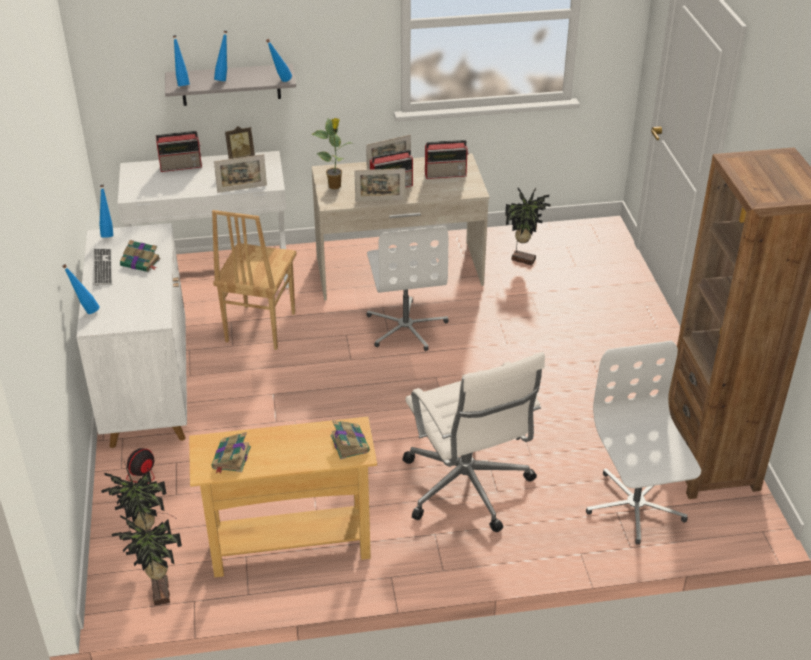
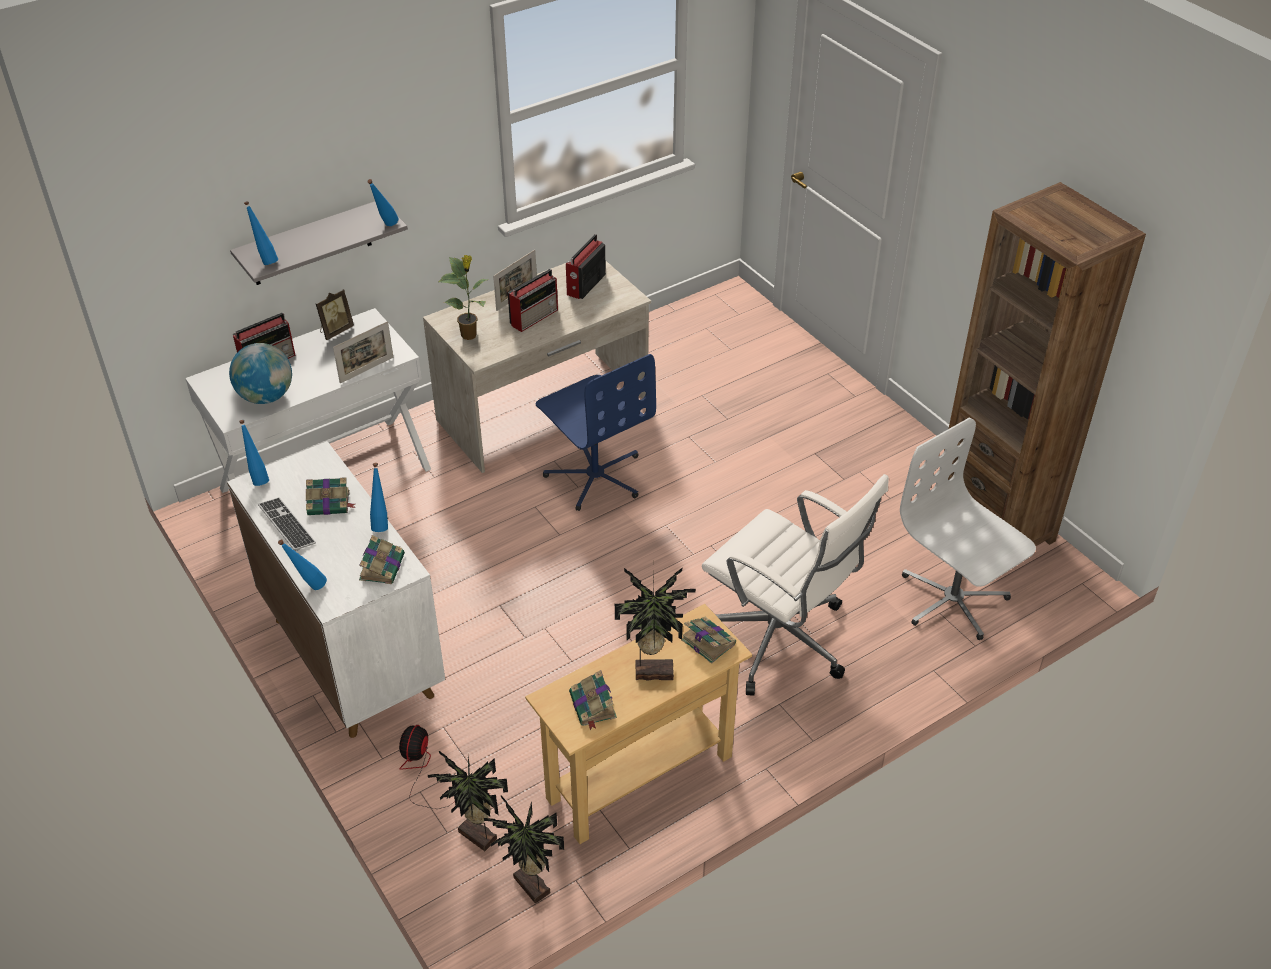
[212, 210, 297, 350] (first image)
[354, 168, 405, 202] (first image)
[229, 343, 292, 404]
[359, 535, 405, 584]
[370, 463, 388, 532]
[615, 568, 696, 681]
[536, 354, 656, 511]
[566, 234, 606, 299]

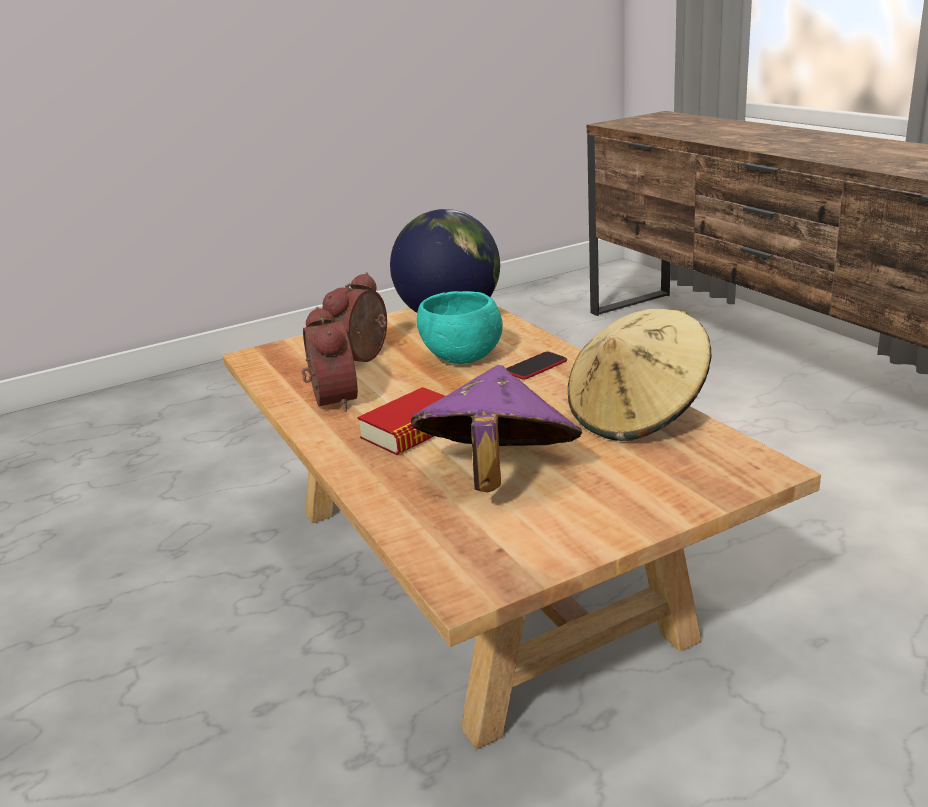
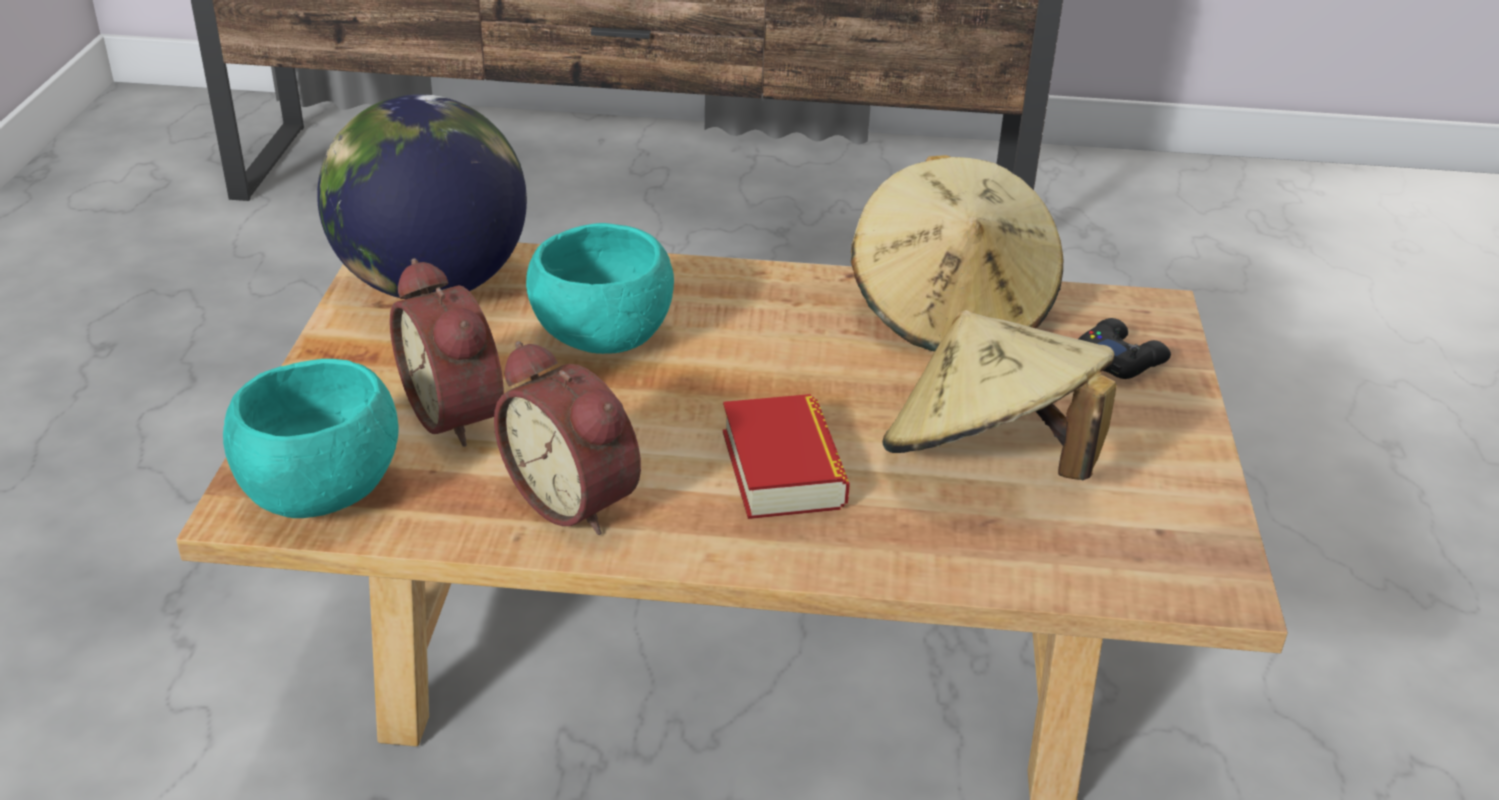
[506, 351, 567, 380] (first image)
[223, 359, 399, 518]
[1079, 318, 1171, 379]
[882, 310, 1117, 481]
[494, 341, 641, 535]

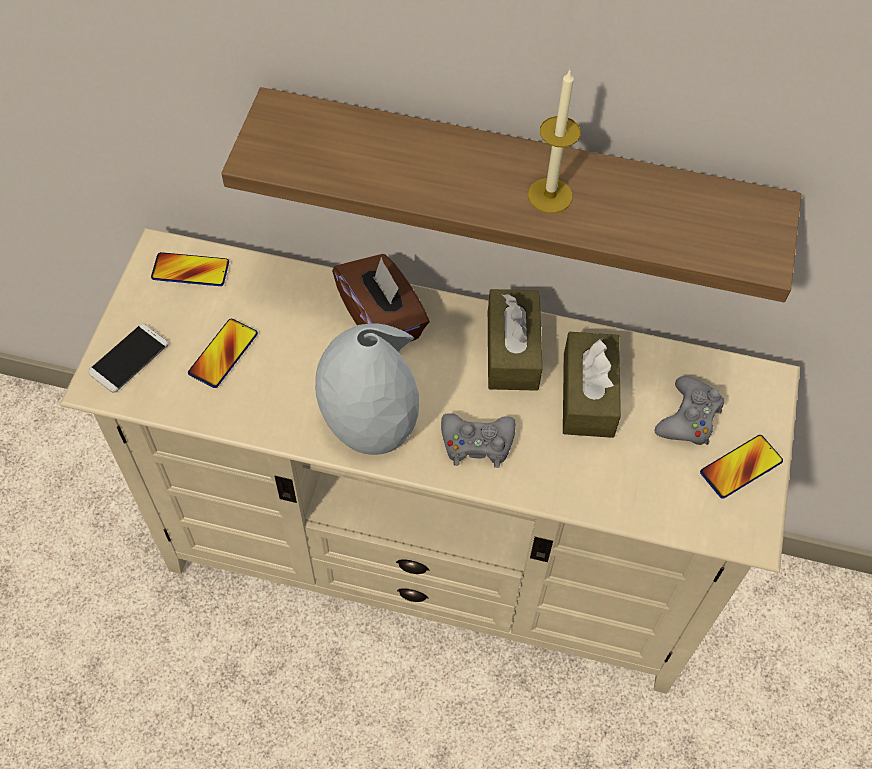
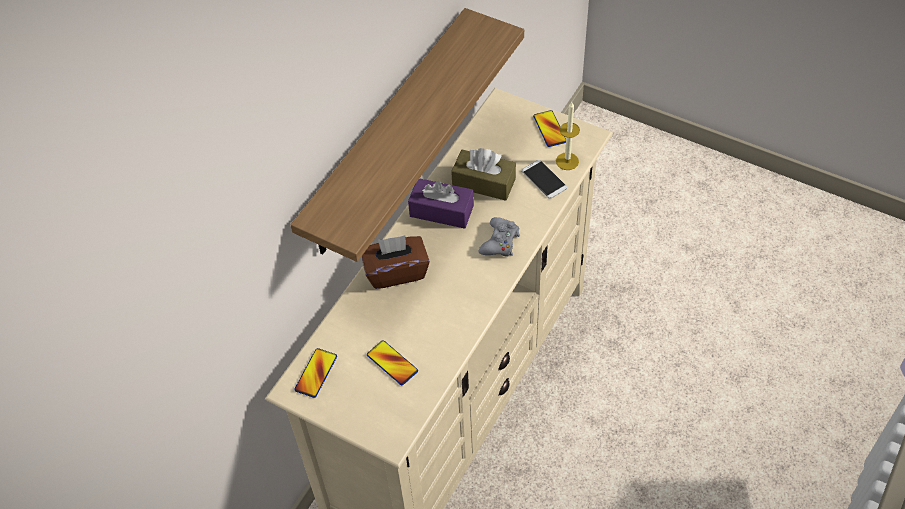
[315, 323, 419, 455] (first image)
[654, 376, 724, 445] (first image)
[522, 160, 567, 199]
[556, 102, 580, 170]
[408, 178, 474, 229]

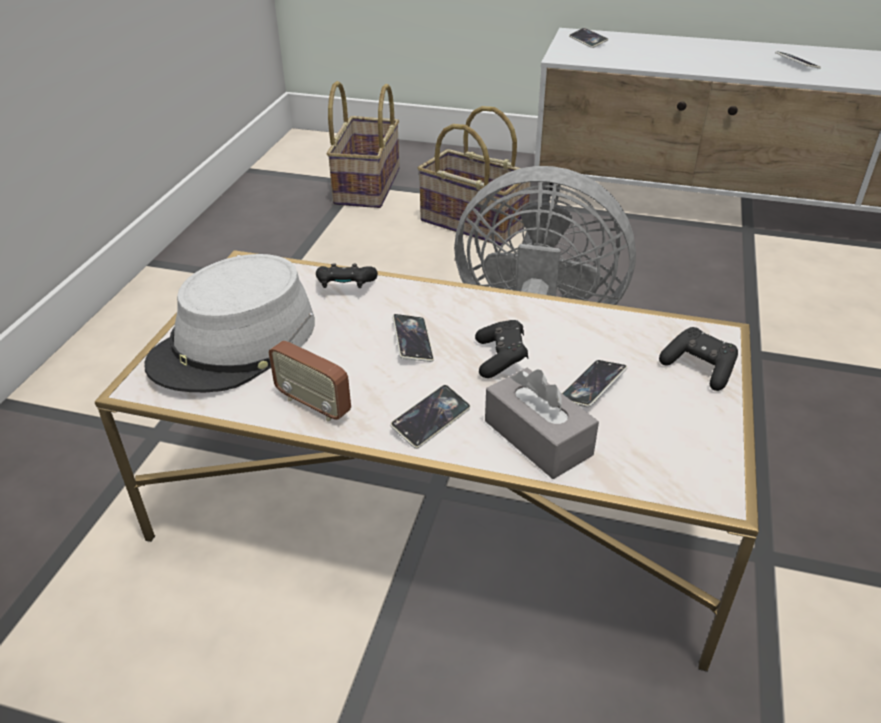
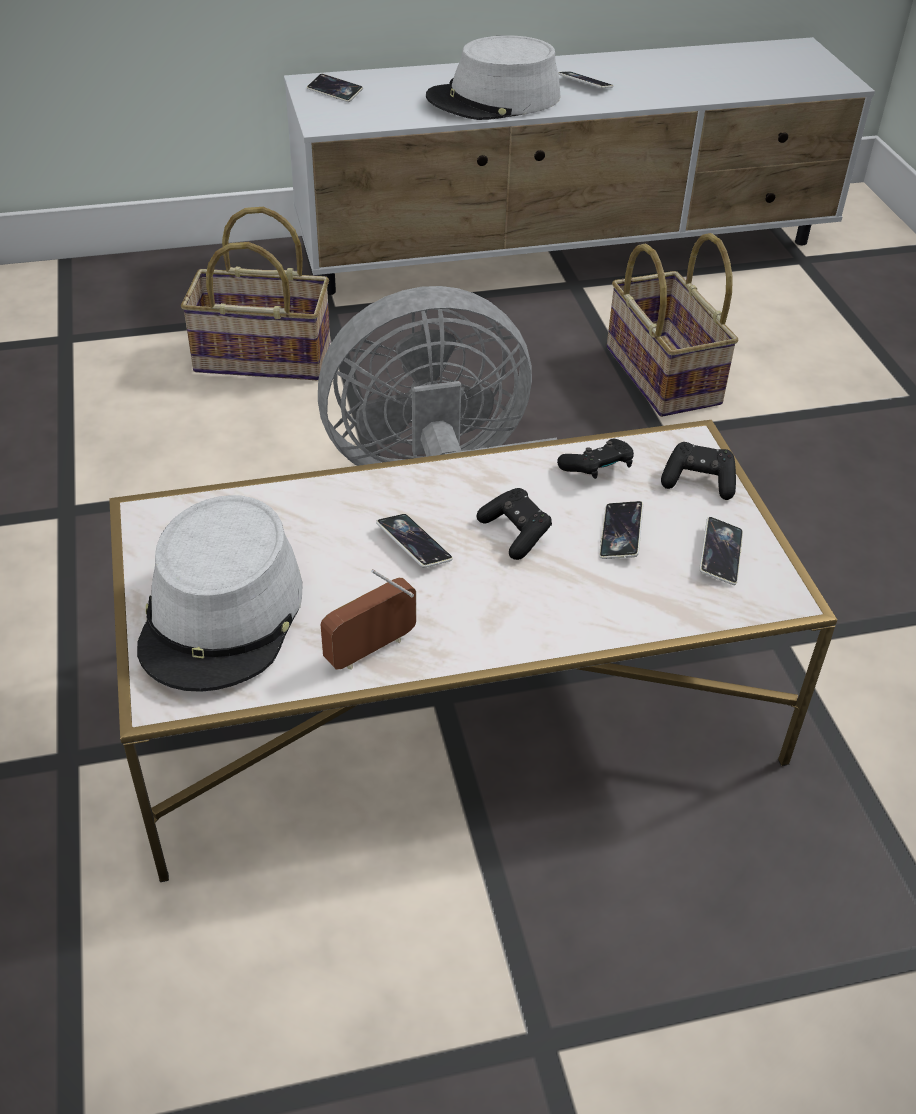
[485, 368, 599, 479] (first image)
[426, 35, 561, 120]
[557, 439, 634, 479]
[607, 233, 738, 417]
[699, 517, 743, 585]
[320, 569, 416, 670]

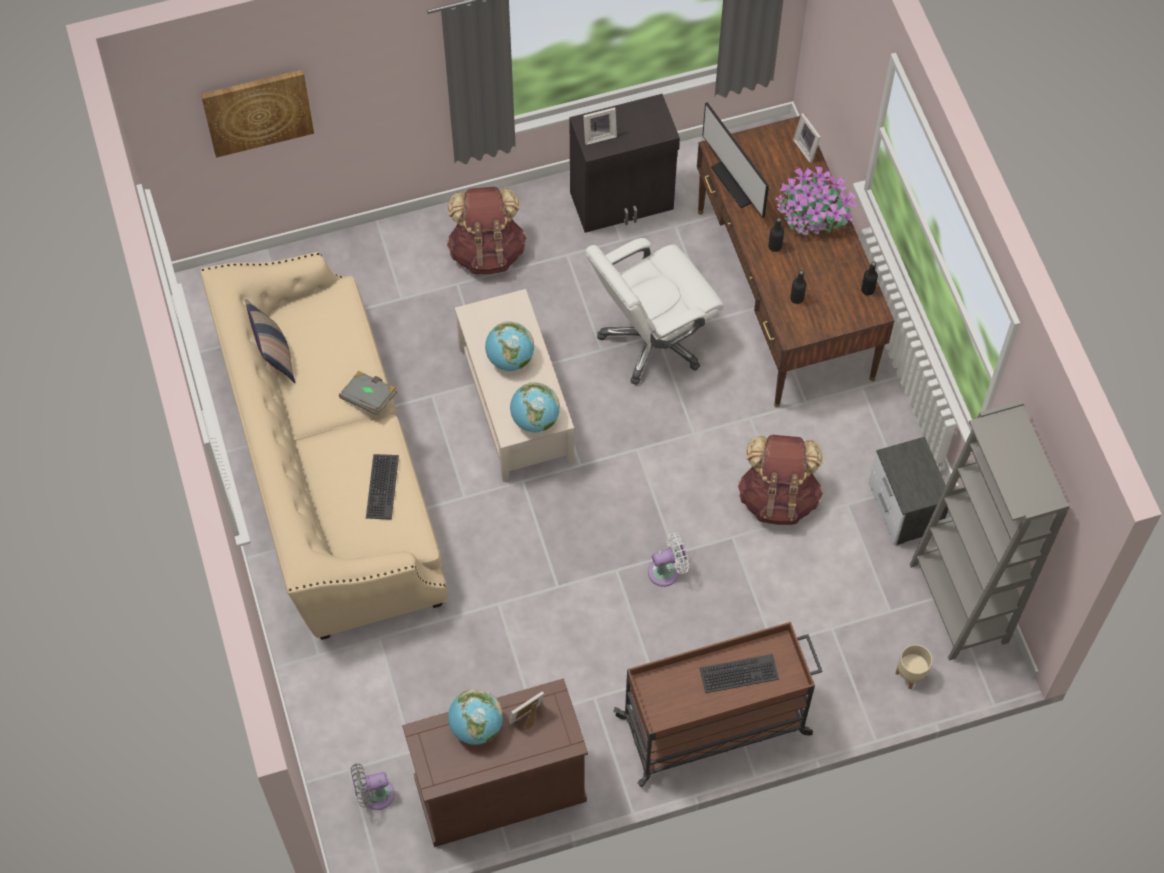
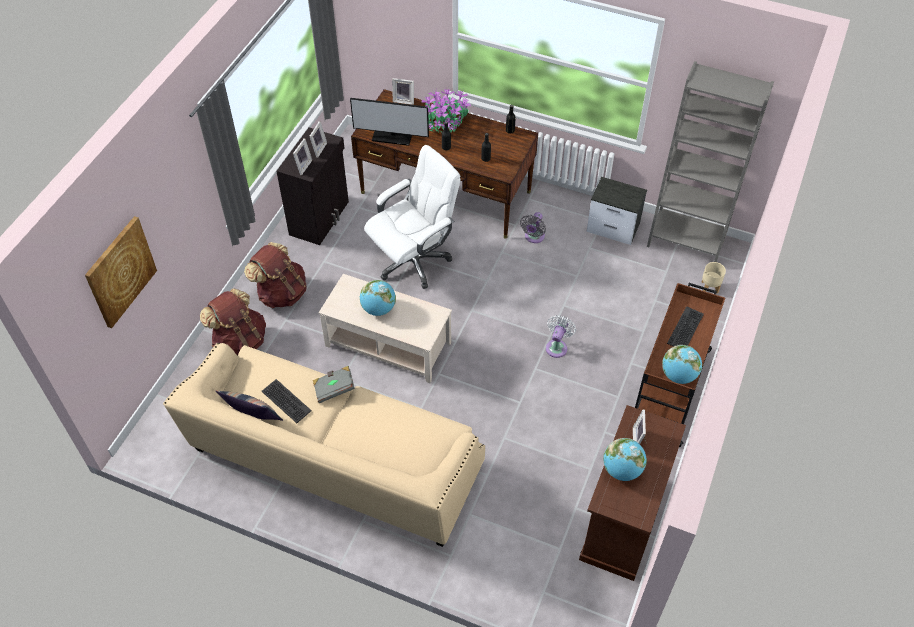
[310, 121, 327, 158]
[520, 212, 546, 243]
[262, 379, 312, 423]
[662, 345, 702, 384]
[200, 288, 266, 355]
[364, 145, 461, 289]

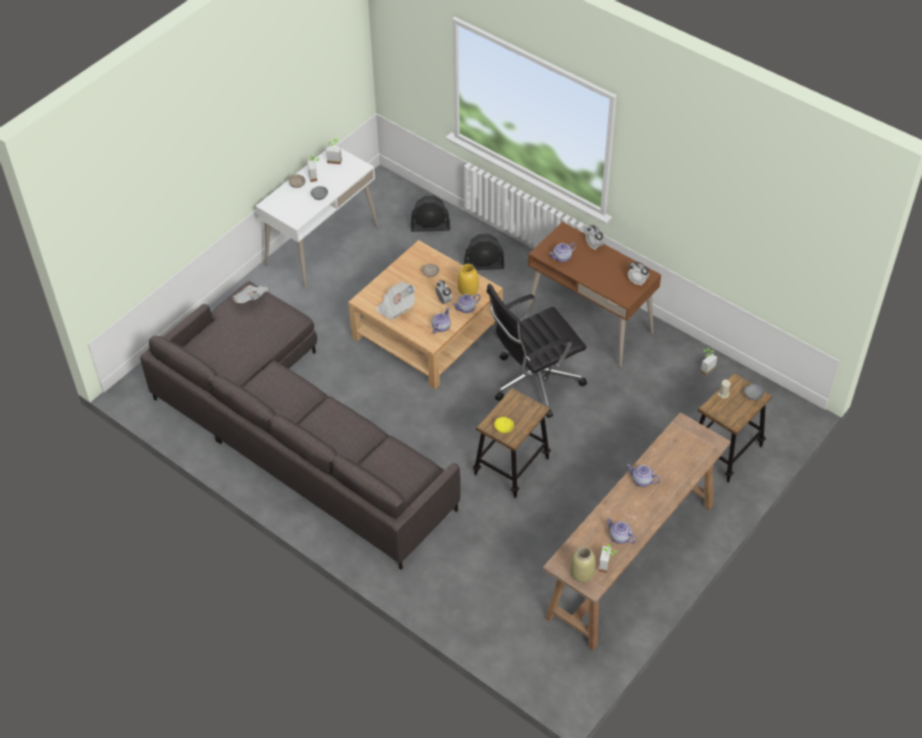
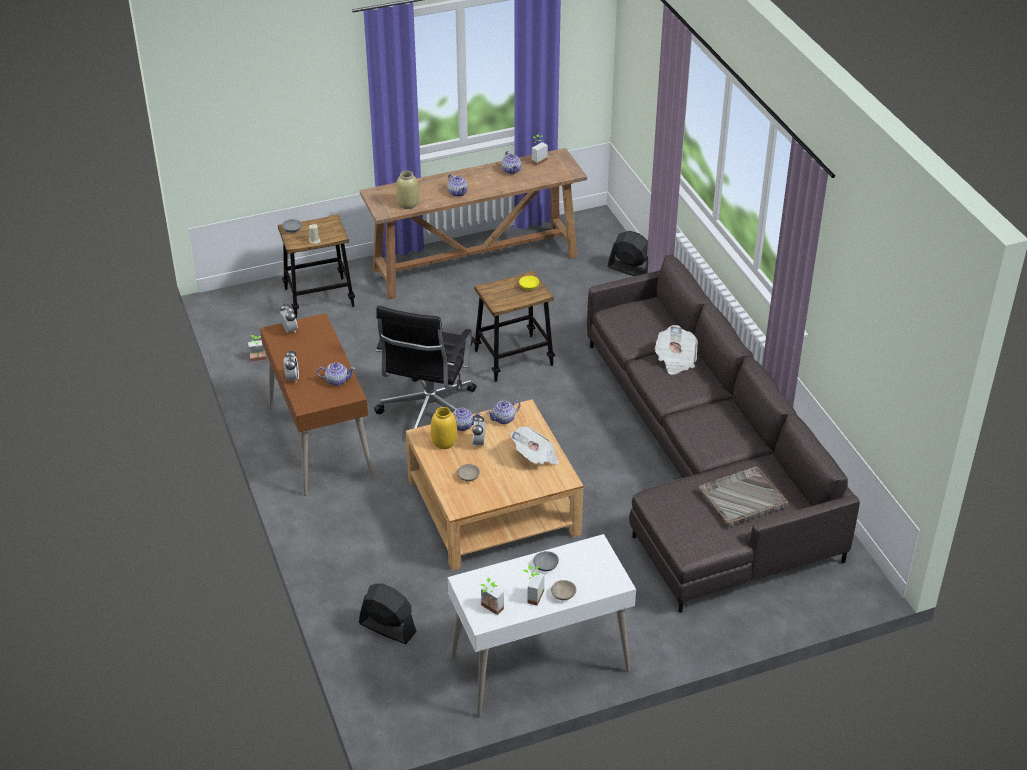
[698, 466, 788, 527]
[654, 325, 698, 375]
[607, 231, 648, 276]
[396, 171, 419, 209]
[374, 306, 477, 428]

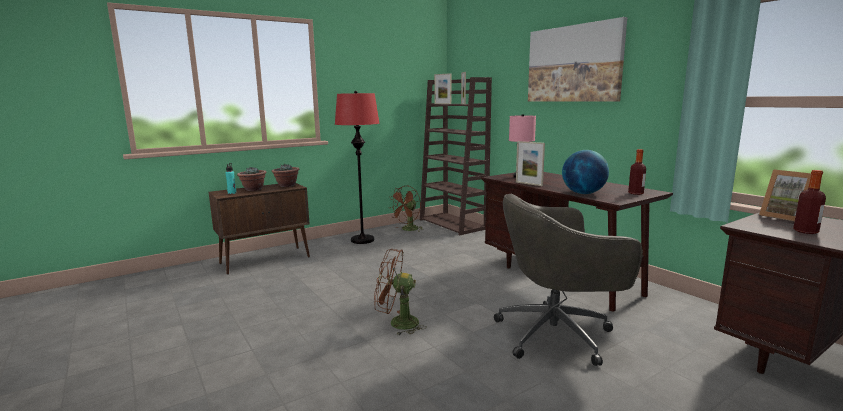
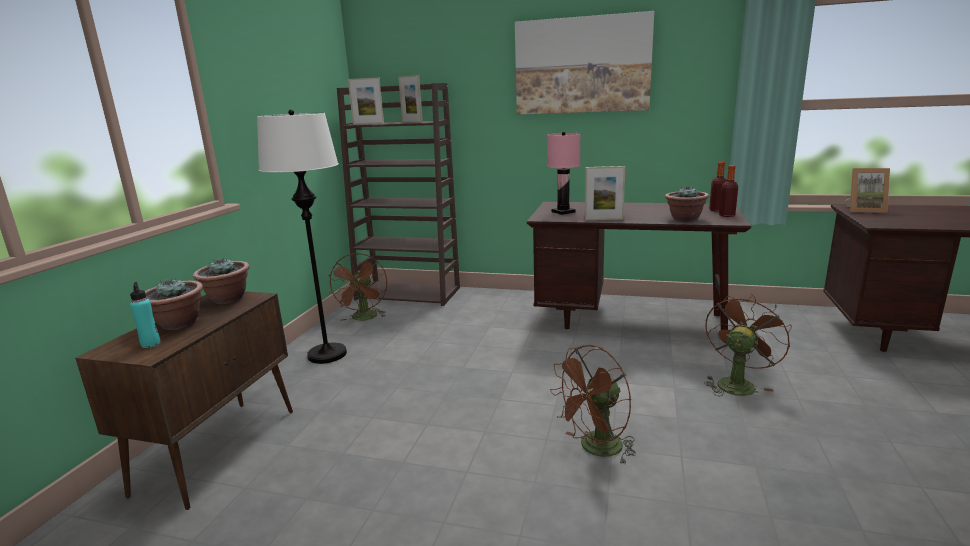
[719, 165, 738, 217]
[704, 294, 792, 396]
[665, 187, 709, 222]
[257, 110, 347, 364]

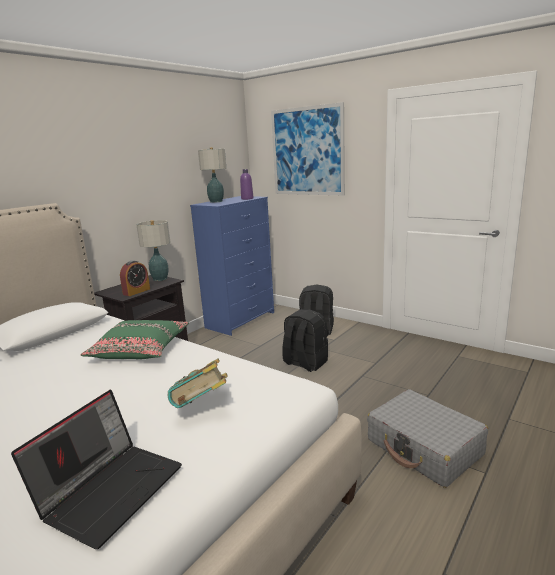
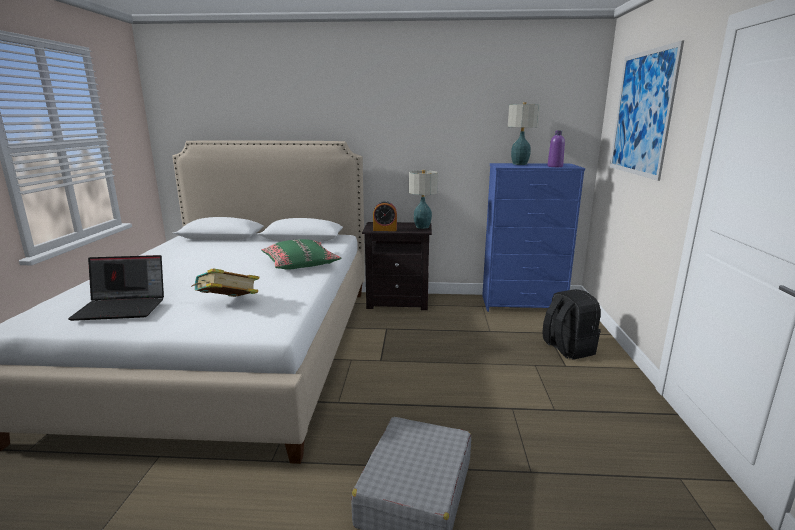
[282, 309, 328, 372] (first image)

